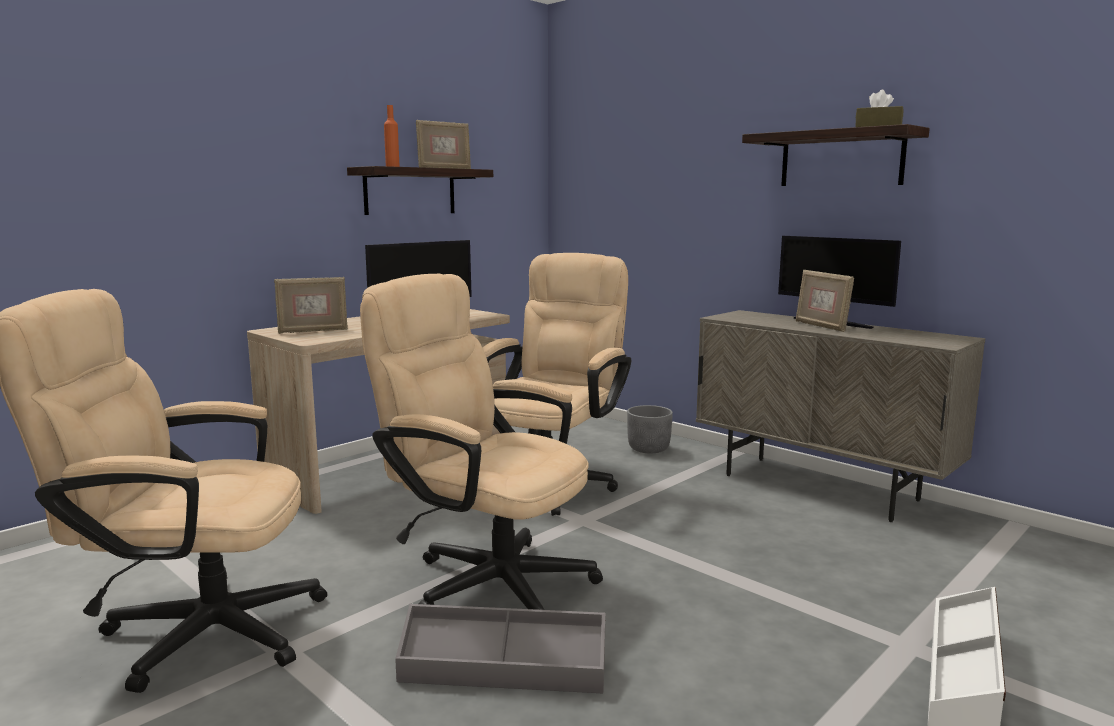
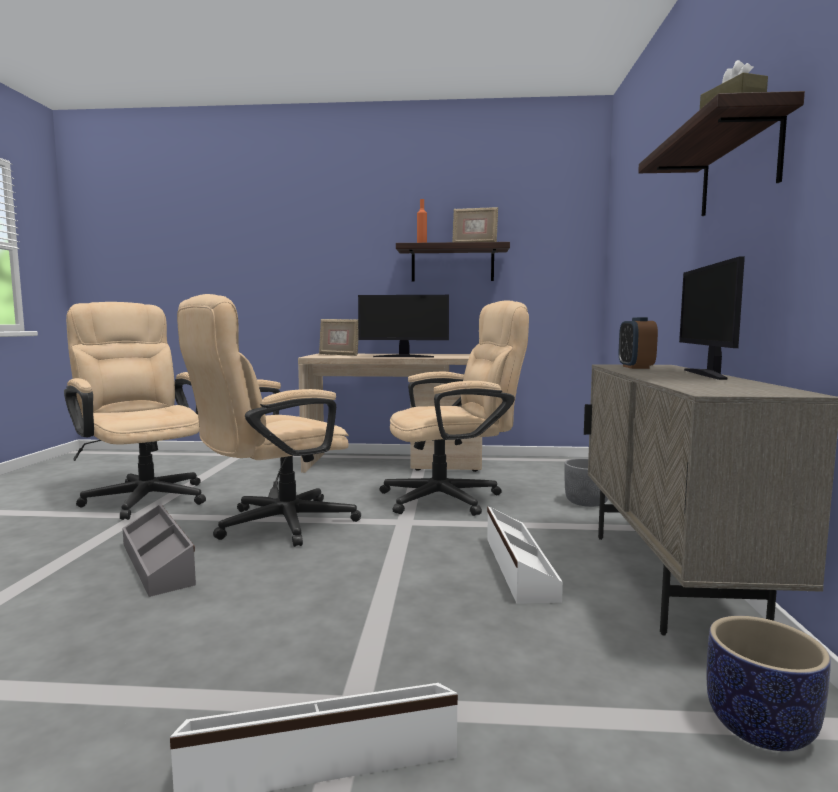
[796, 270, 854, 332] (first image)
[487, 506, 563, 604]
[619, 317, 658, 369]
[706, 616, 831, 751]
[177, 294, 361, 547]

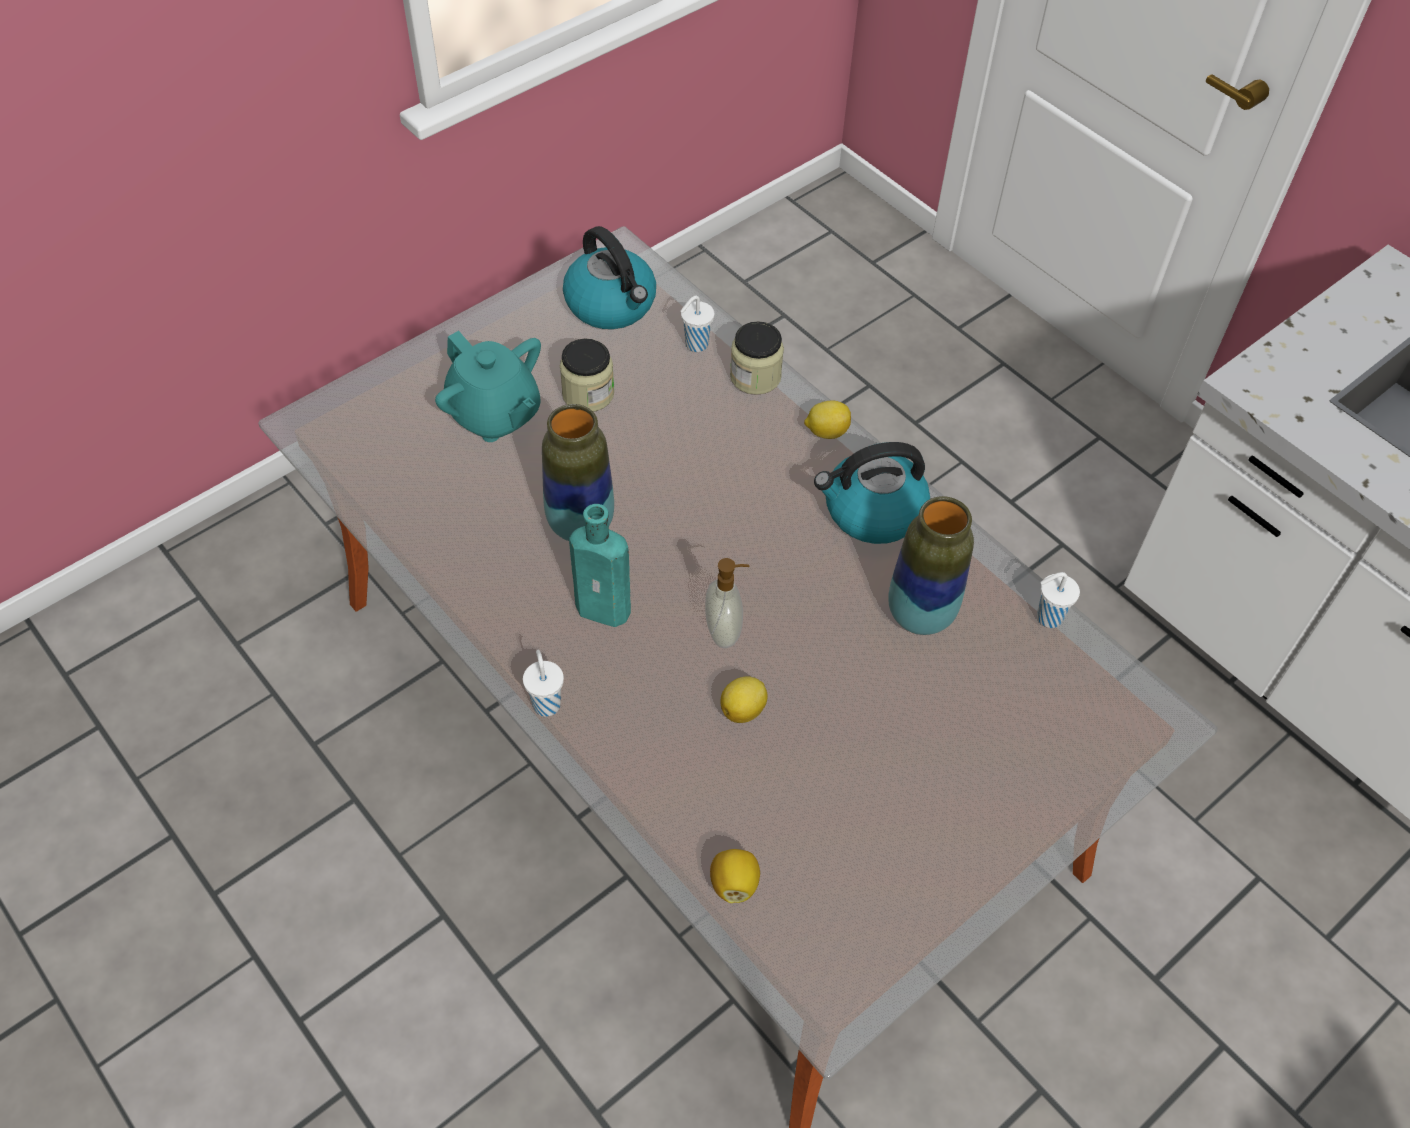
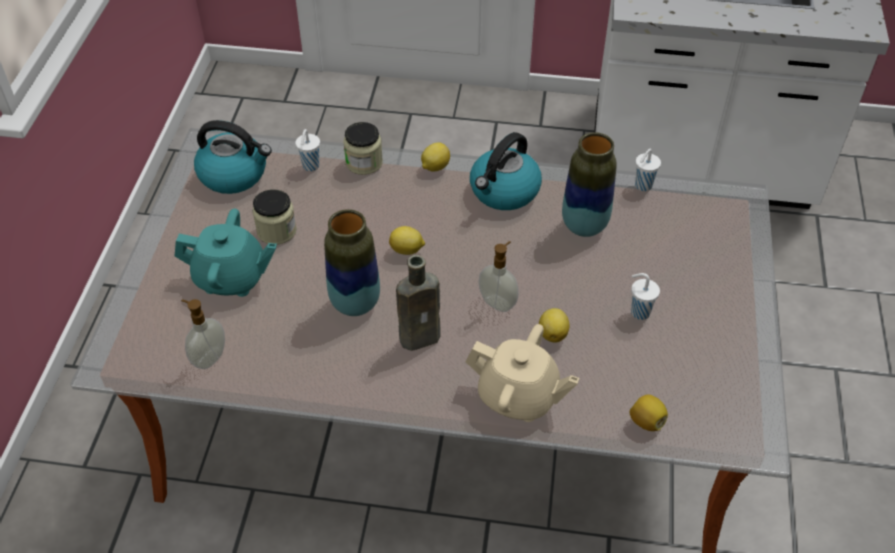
[181, 299, 225, 369]
[389, 226, 425, 255]
[466, 324, 579, 422]
[631, 273, 660, 320]
[396, 255, 441, 351]

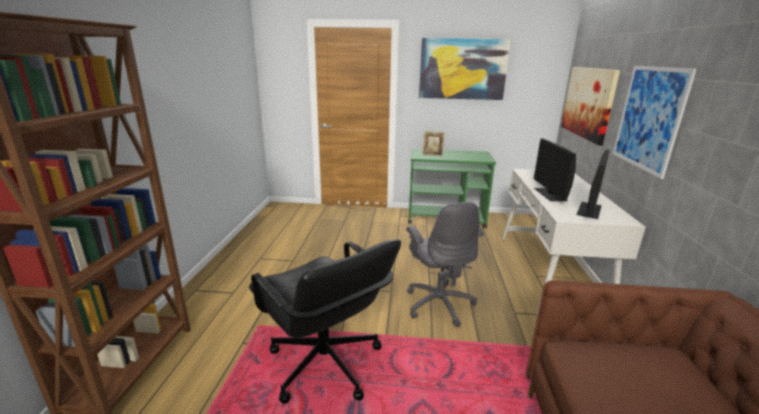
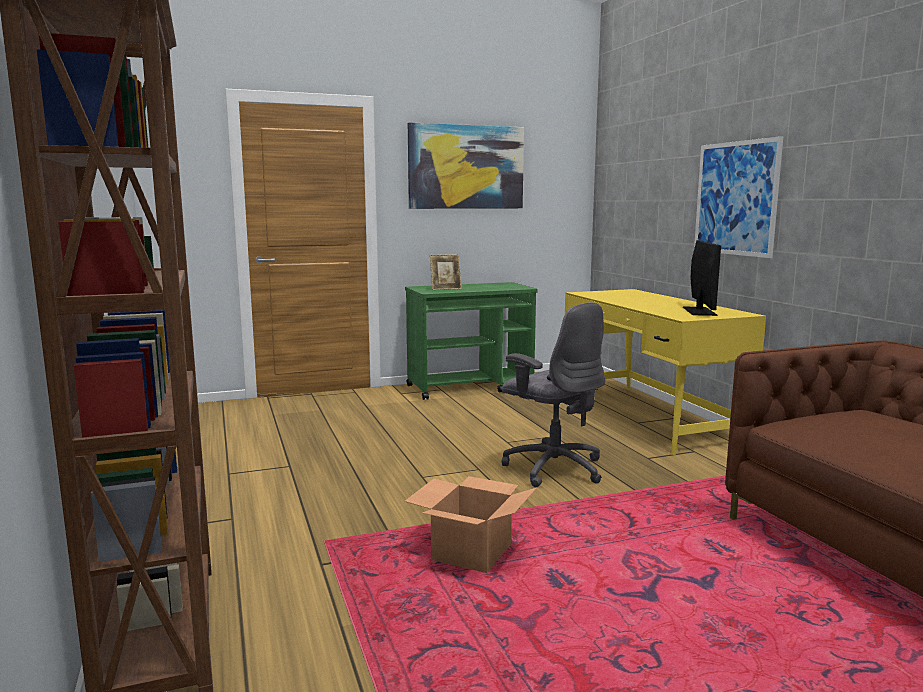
[534, 138, 576, 201] (first image)
[561, 67, 620, 146] (first image)
[404, 476, 537, 573]
[565, 289, 766, 455]

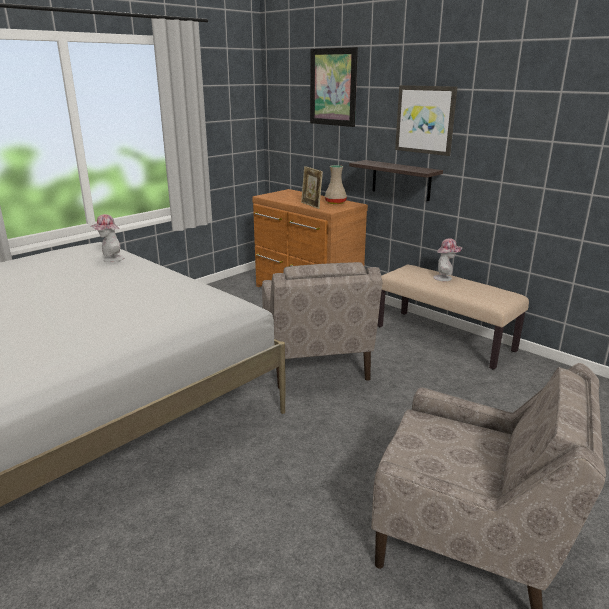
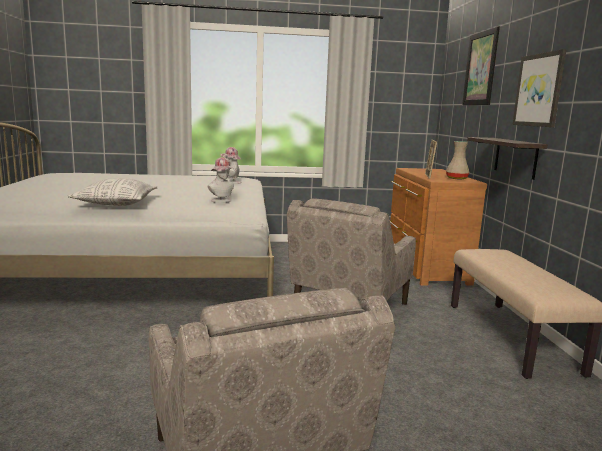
[68, 178, 158, 206]
[208, 157, 235, 203]

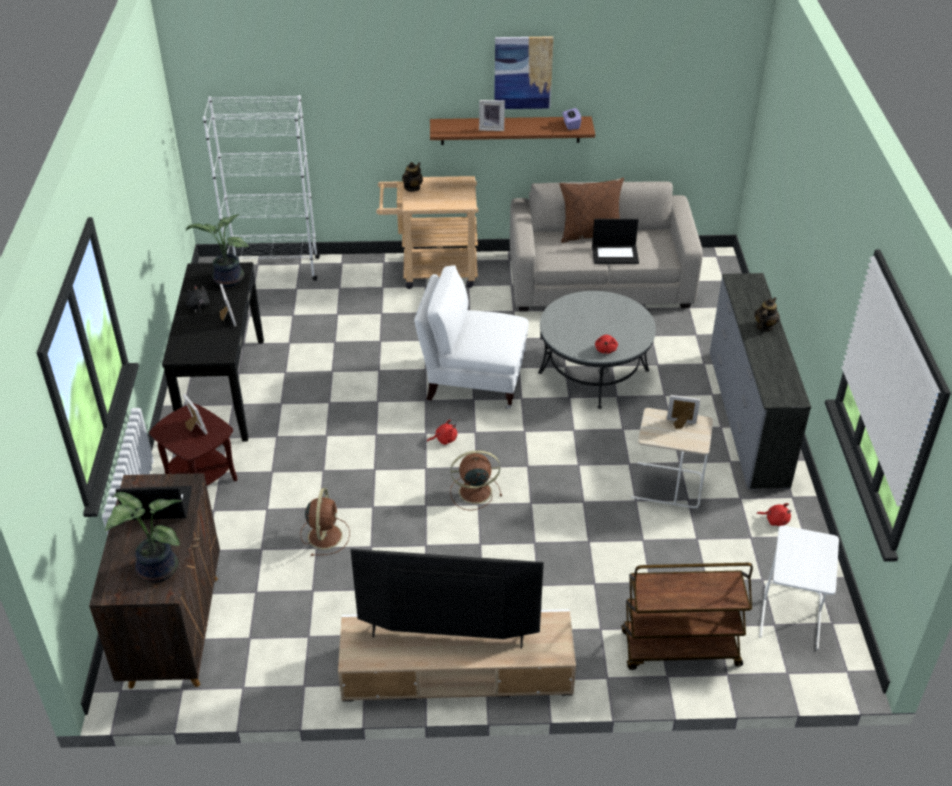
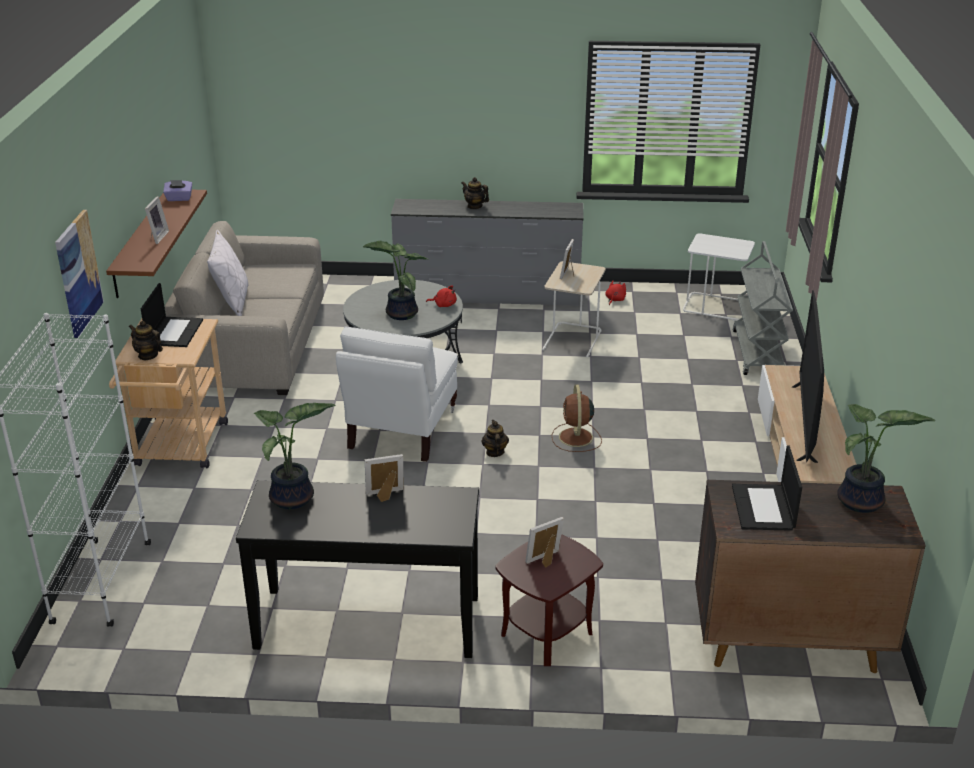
[186, 285, 210, 317] (first image)
[300, 488, 350, 556] (first image)
[363, 240, 428, 320]
[55, 210, 104, 338]
[141, 283, 203, 347]
[481, 420, 509, 457]
[207, 230, 249, 316]
[733, 241, 793, 375]

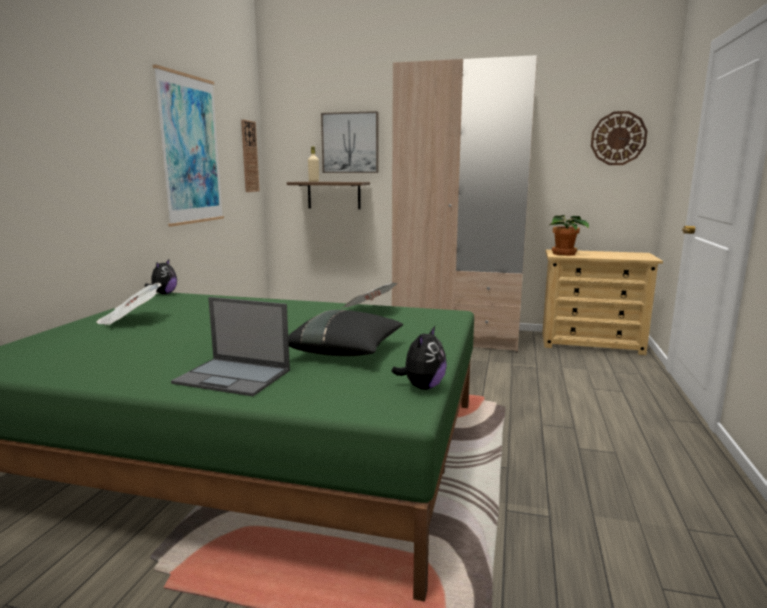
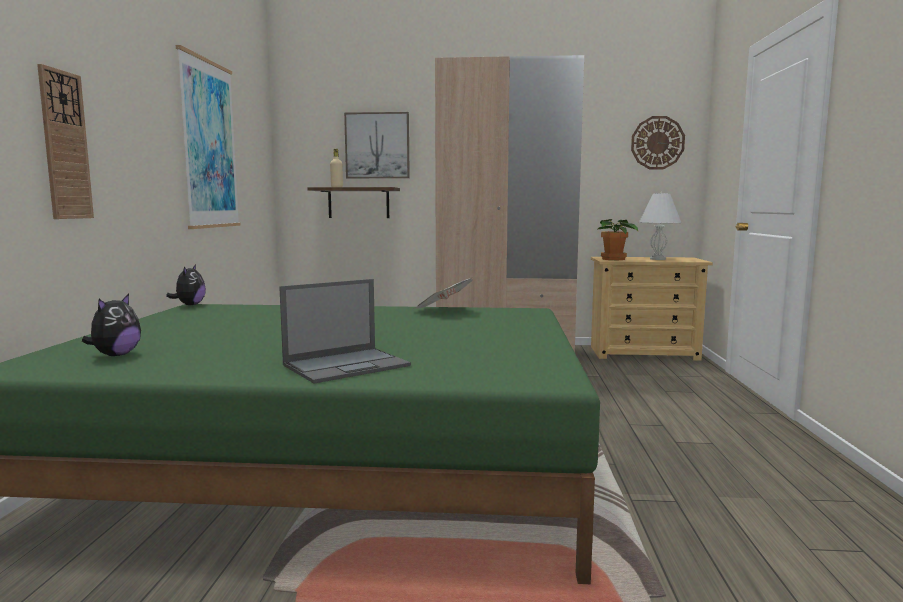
[96, 283, 161, 325] (first image)
[288, 310, 403, 356] (first image)
[639, 192, 682, 260]
[37, 64, 94, 219]
[82, 294, 141, 356]
[279, 279, 411, 384]

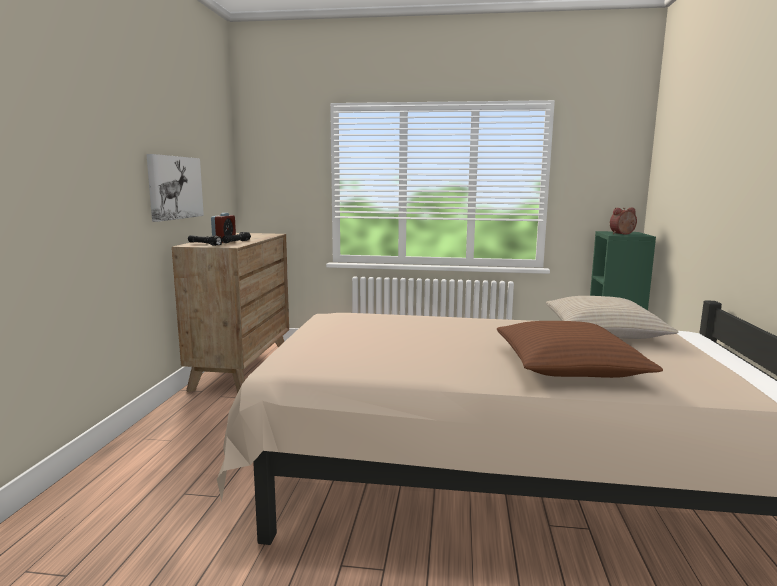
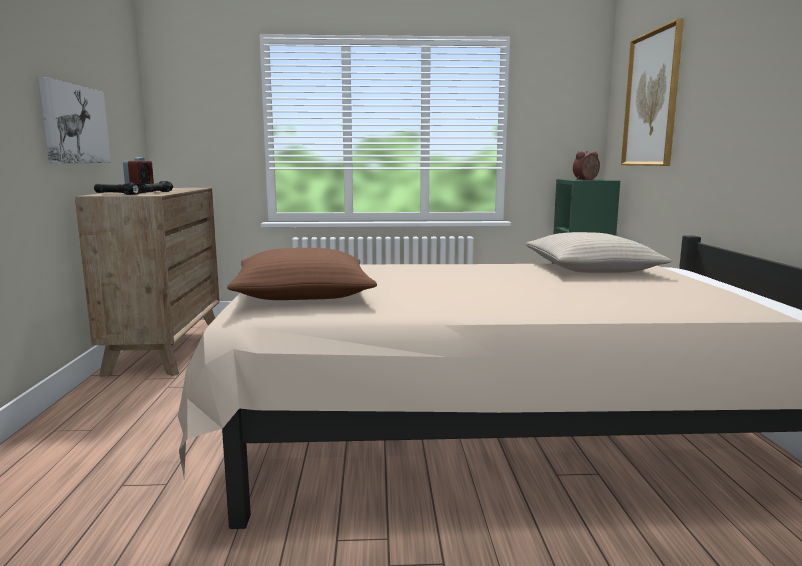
[621, 19, 684, 166]
[227, 248, 377, 300]

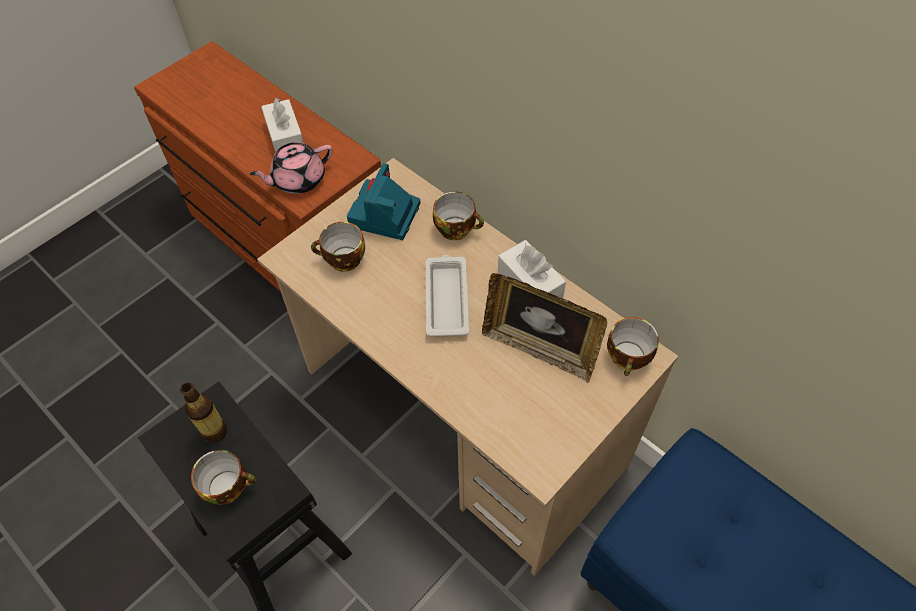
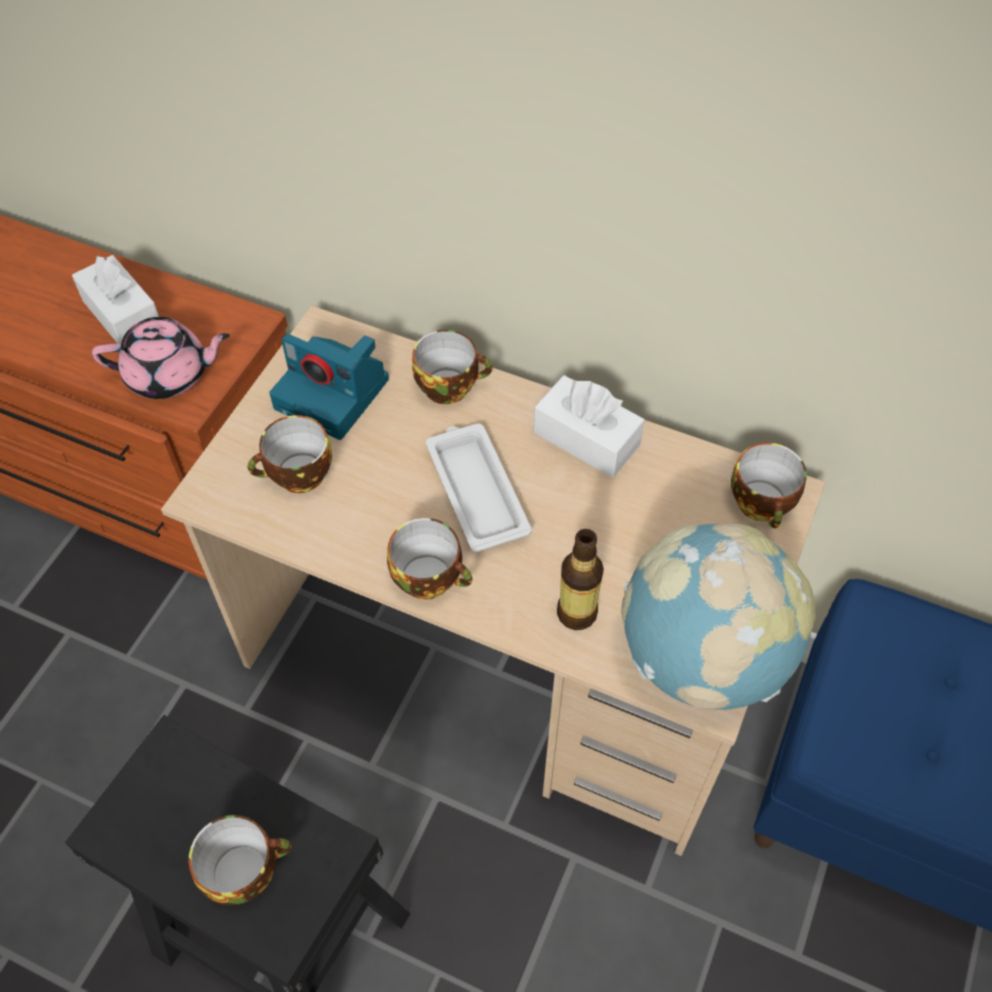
[482, 273, 607, 383] (first image)
[387, 518, 472, 600]
[621, 523, 816, 710]
[557, 529, 604, 630]
[92, 317, 230, 399]
[269, 334, 389, 440]

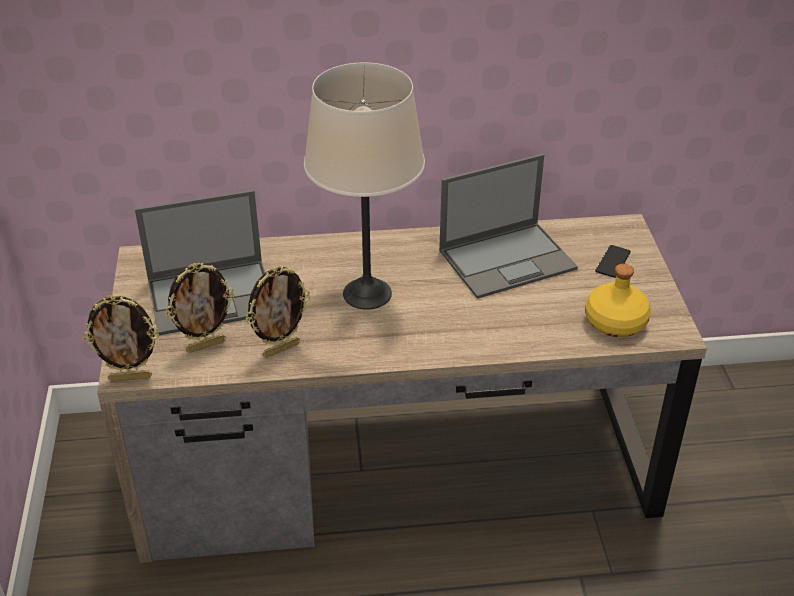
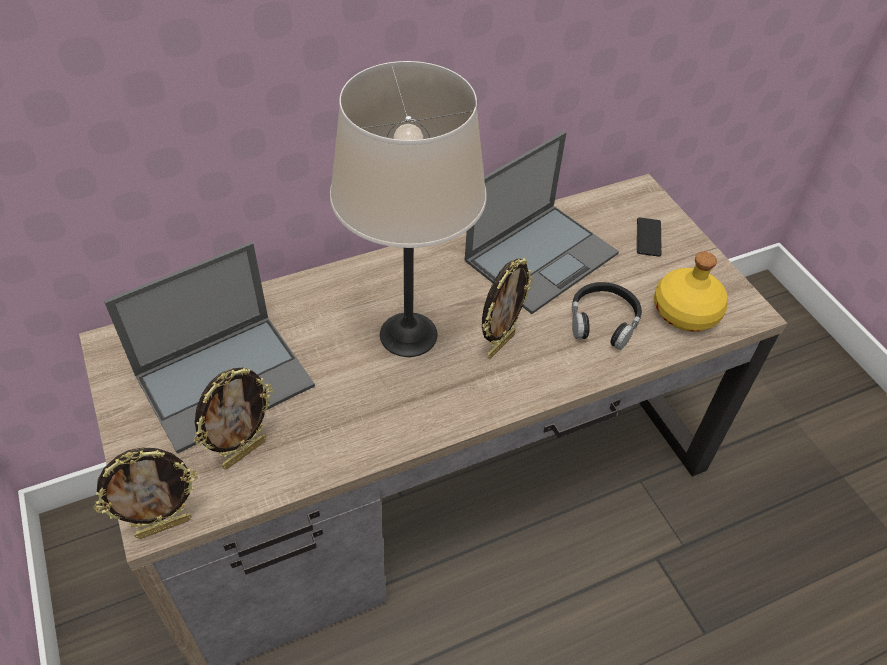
[572, 282, 642, 350]
[482, 258, 533, 359]

